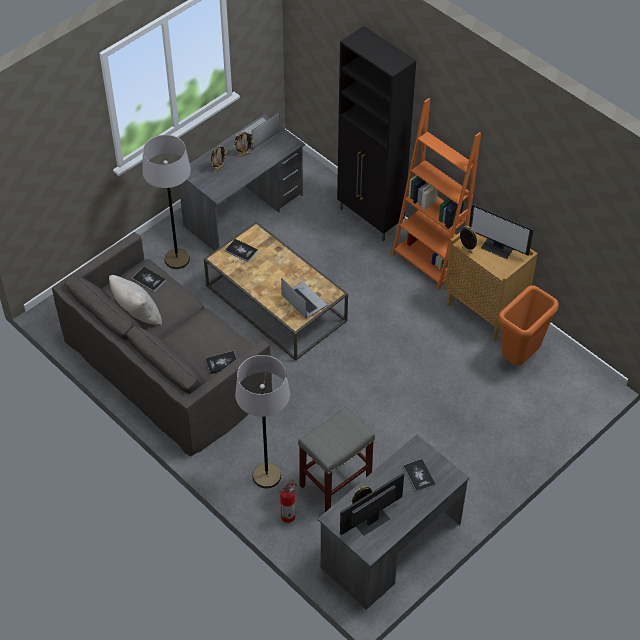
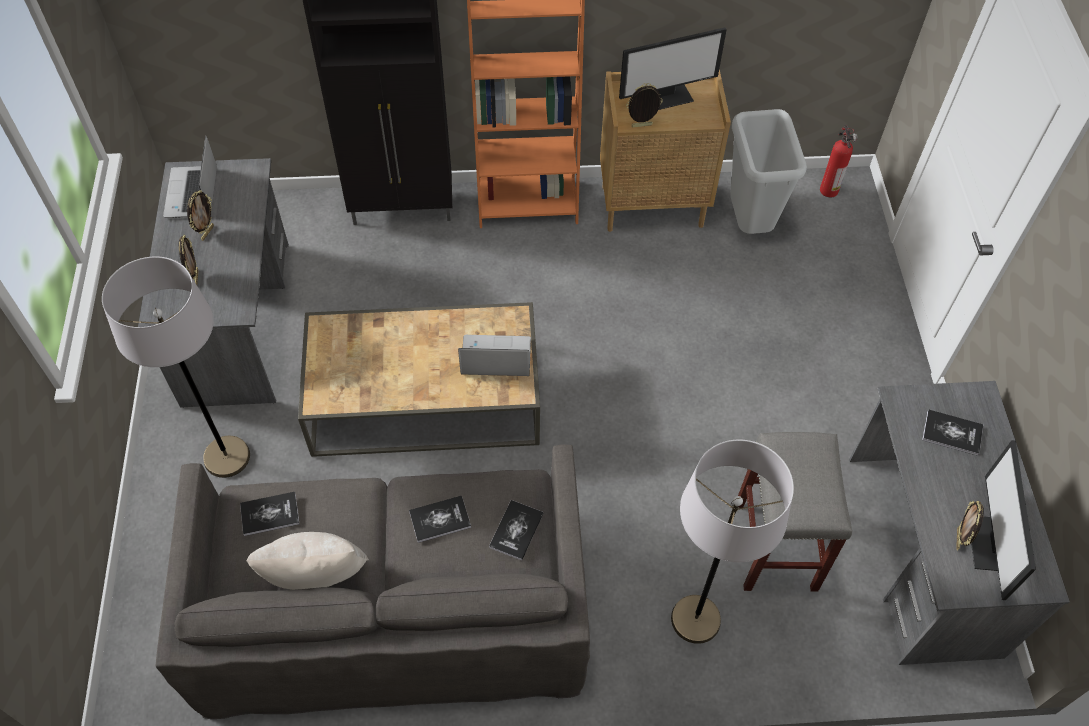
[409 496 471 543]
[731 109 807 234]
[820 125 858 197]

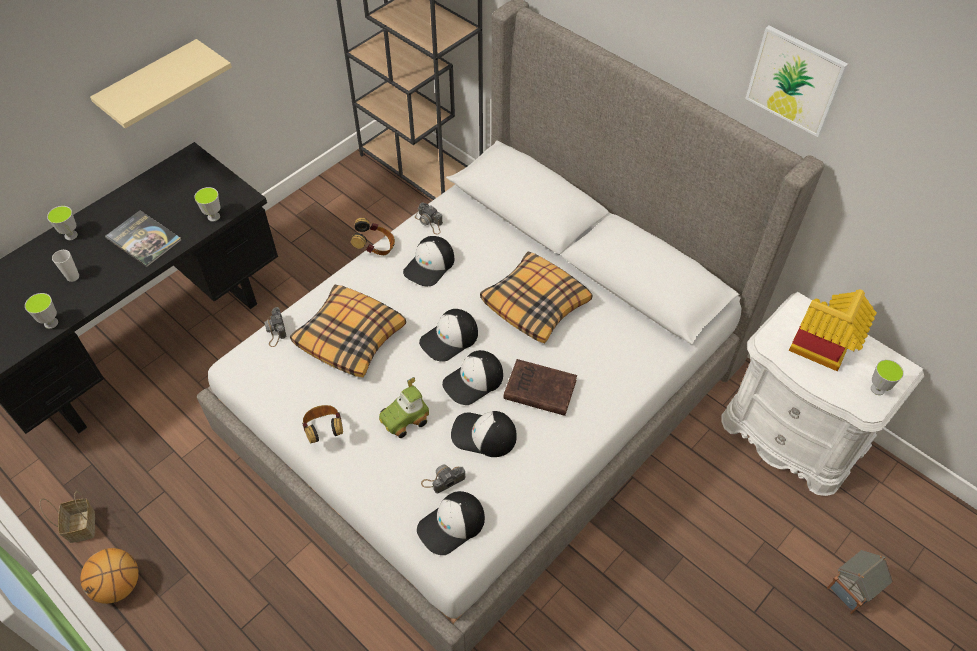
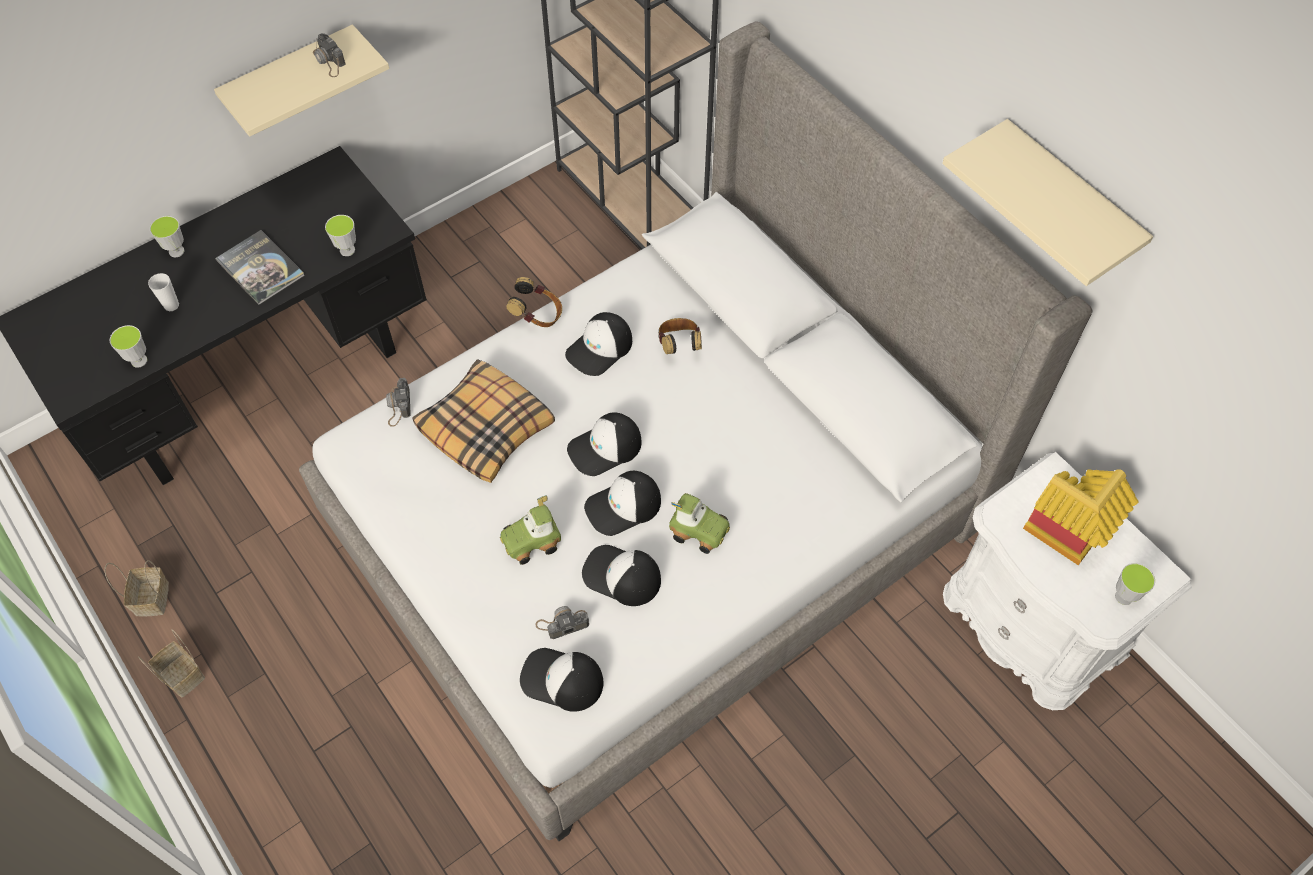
[942 119 1153 286]
[313 33 345 77]
[480 251 592 343] (first image)
[669 493 730 554]
[658 318 702 354]
[520 648 604 712]
[138 629 205 698]
[827 550 893 614] (first image)

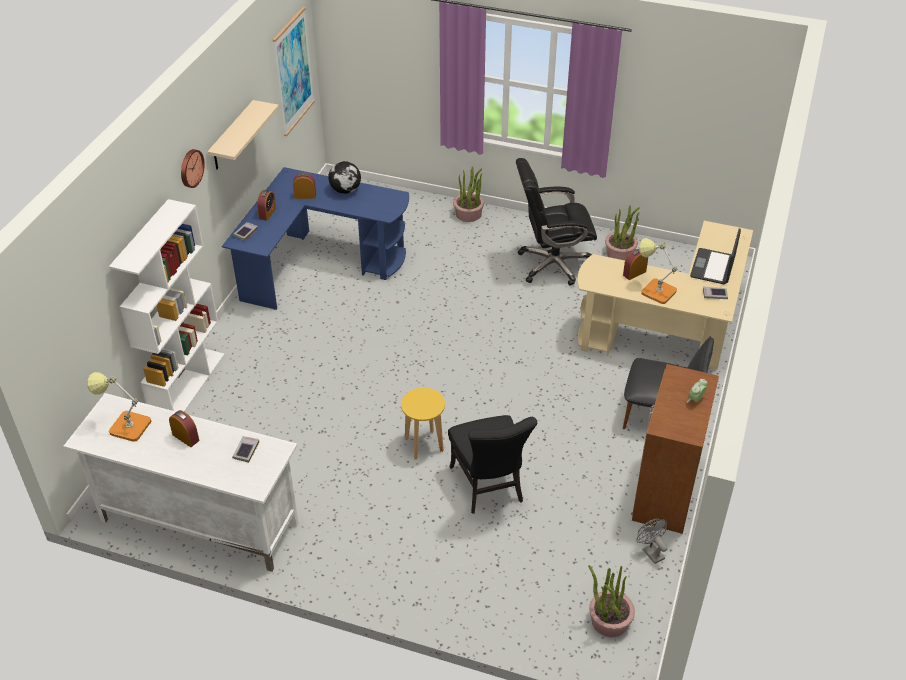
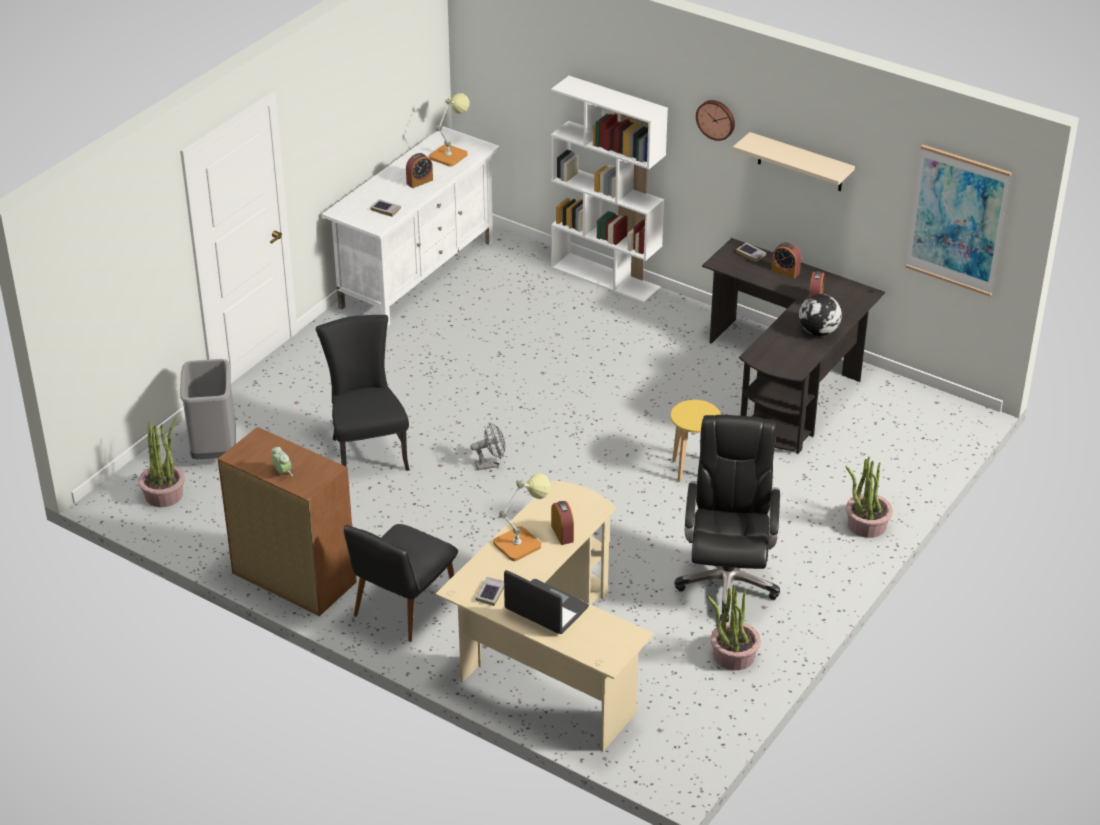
[702 238 885 454]
[671 400 721 482]
[316 315 410 471]
[470 422 505 470]
[180 359 236 460]

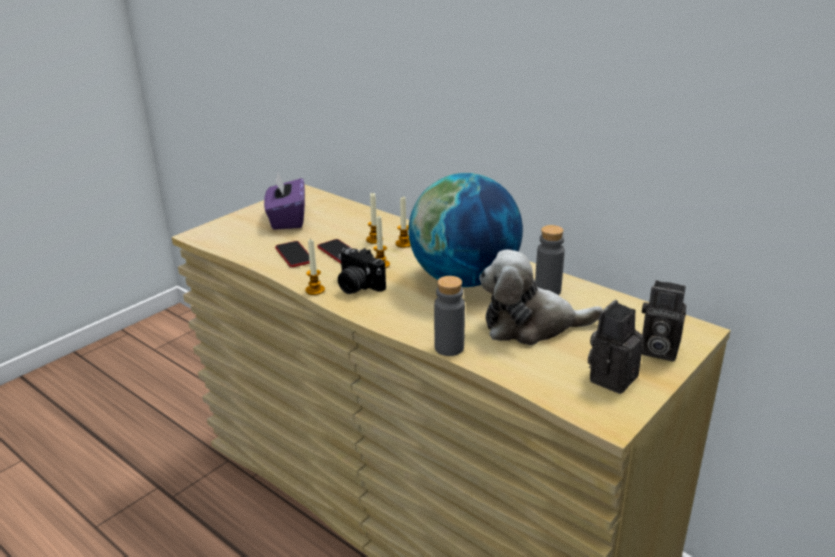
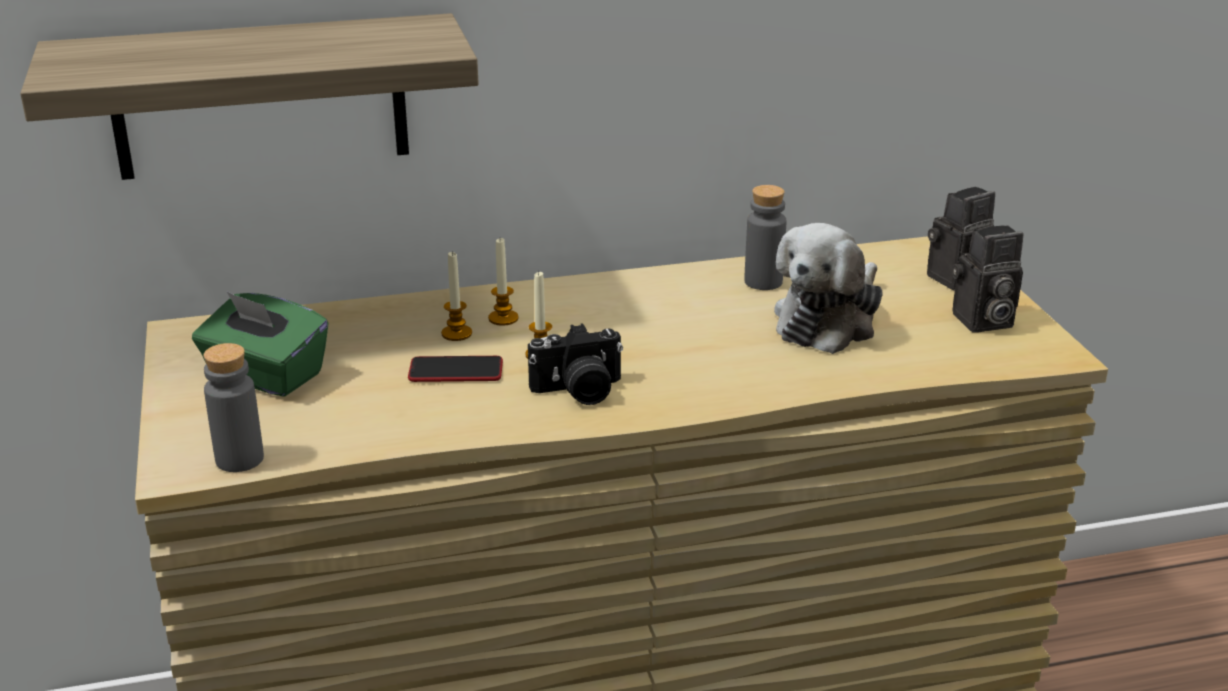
[192 291 329 397]
[409 173 523 287] (first image)
[305 238 325 295] (first image)
[275 241 310 267] (first image)
[203 343 264 472]
[952 225 1023 332]
[20 13 479 180]

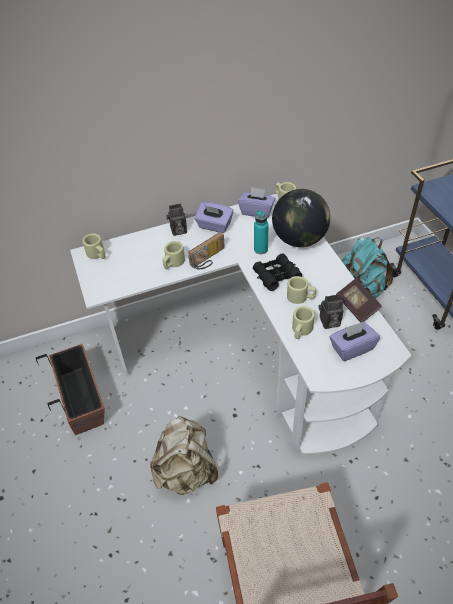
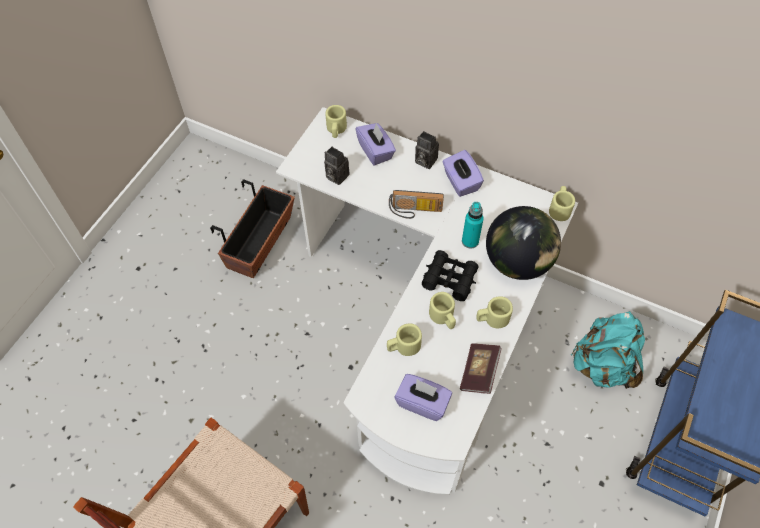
[355 123 396 166]
[476 296 513 328]
[324 147 349 185]
[150 416 218 495] (first image)

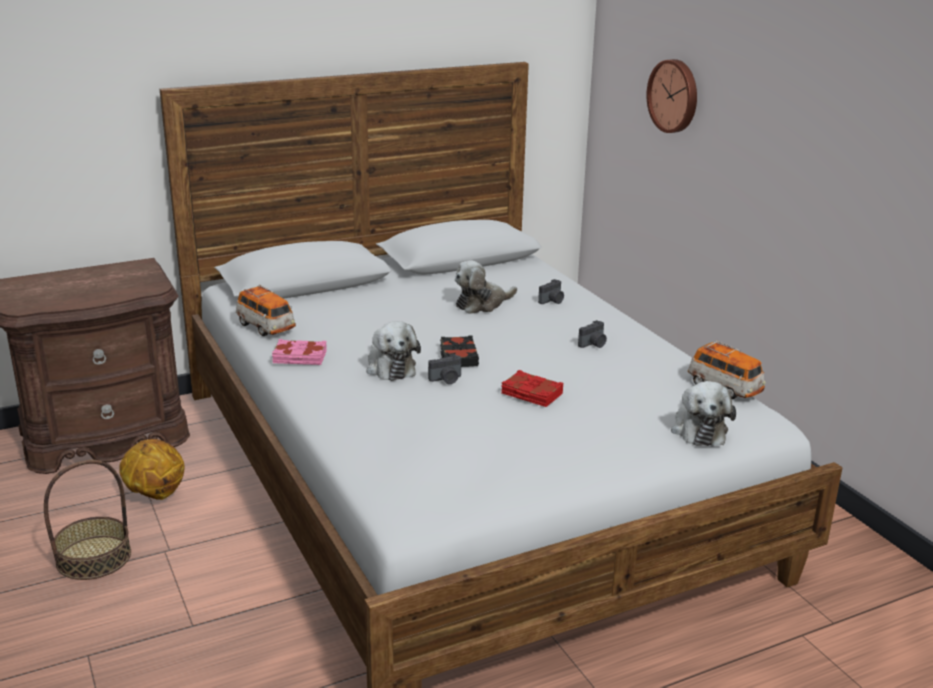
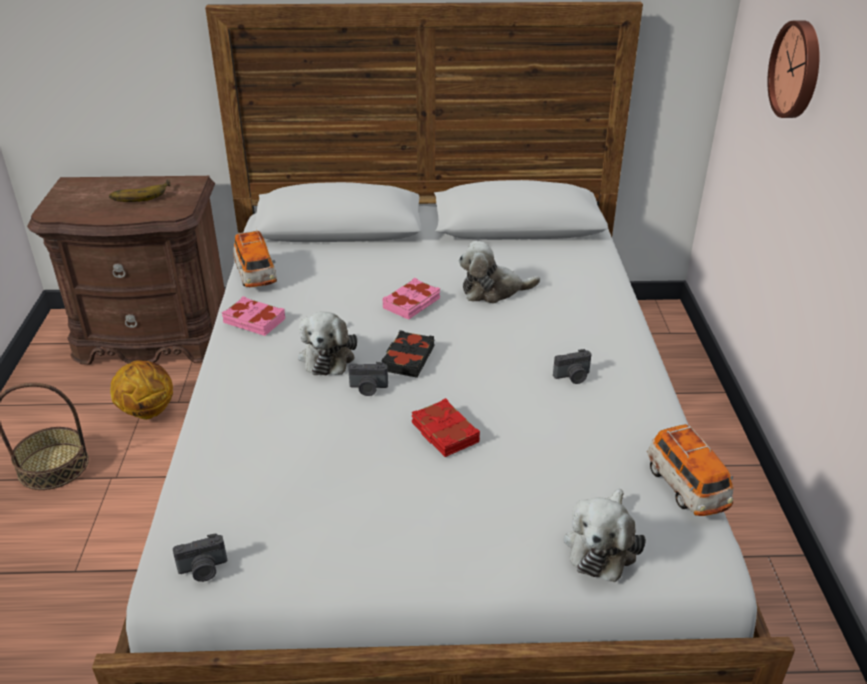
[173 534 227 582]
[109 179 171 202]
[383 278 440 320]

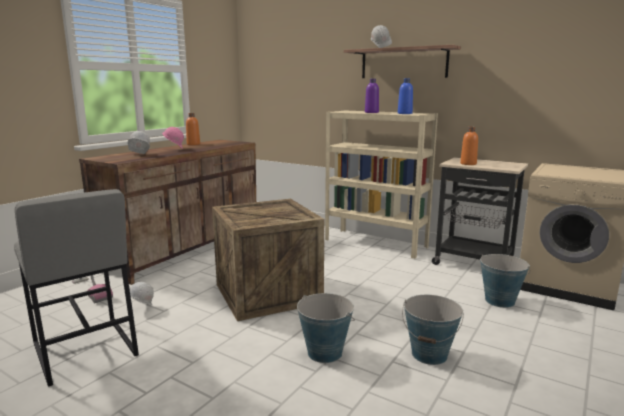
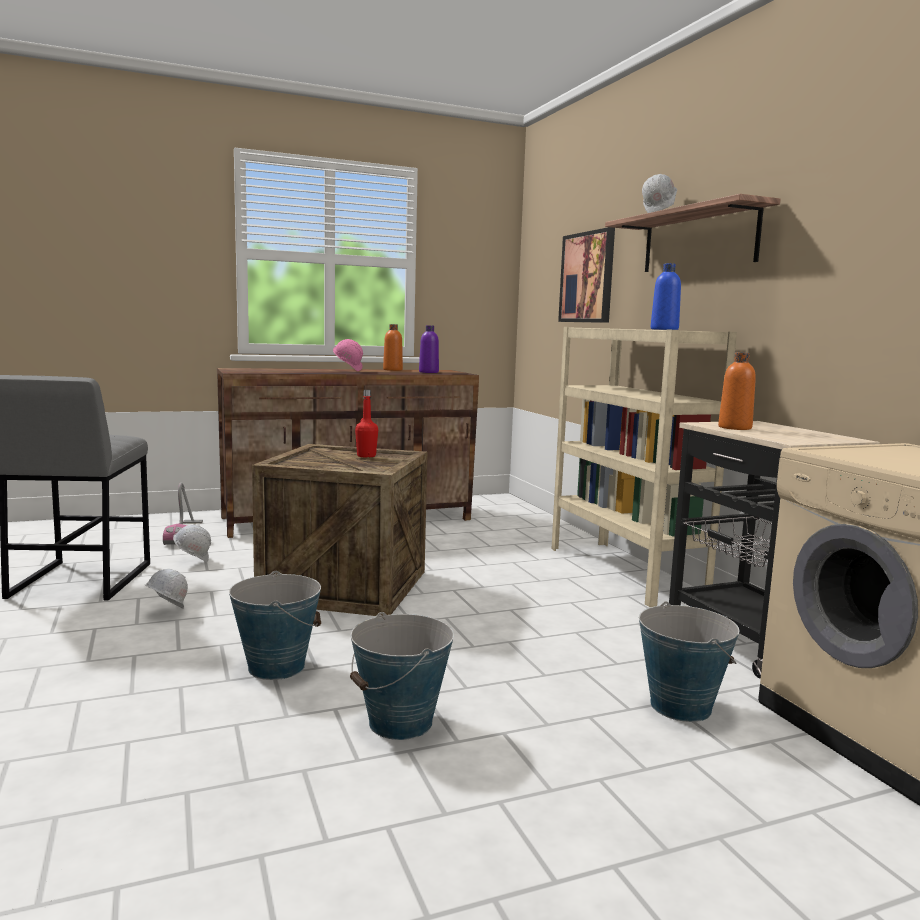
[419 325 439 373]
[144 569 188 609]
[558 227 615 323]
[355 390 378 458]

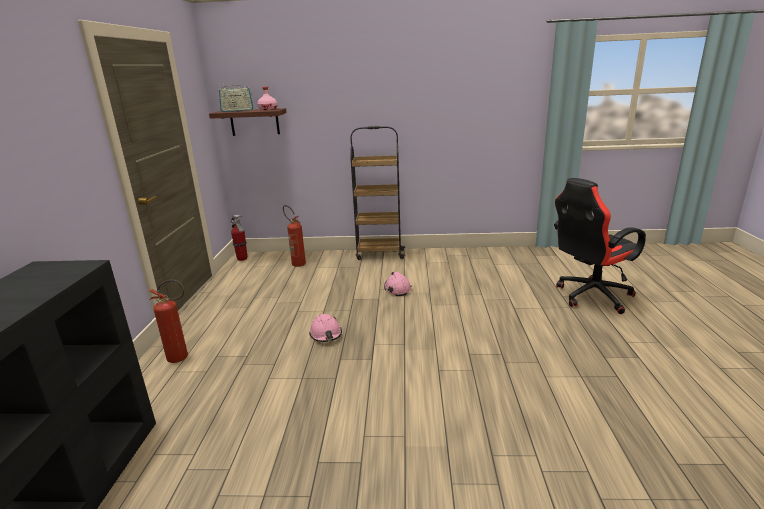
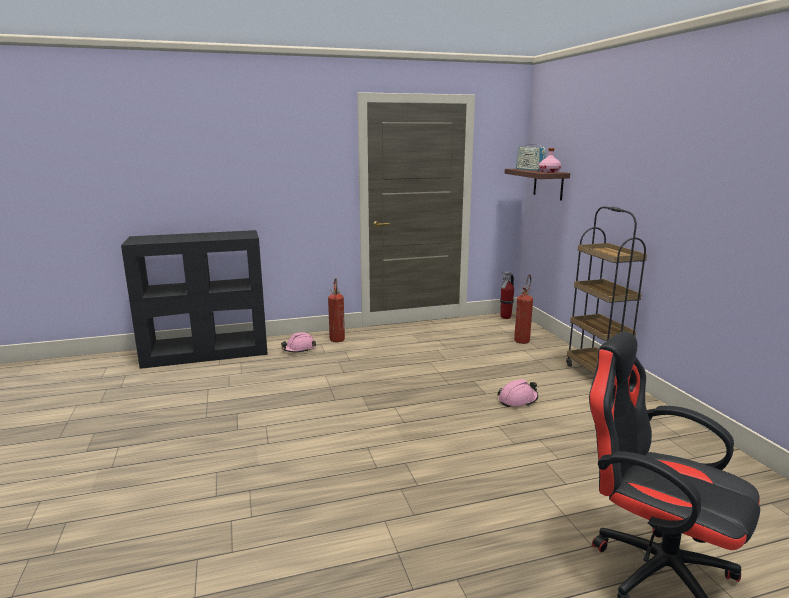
[281 332 316 352]

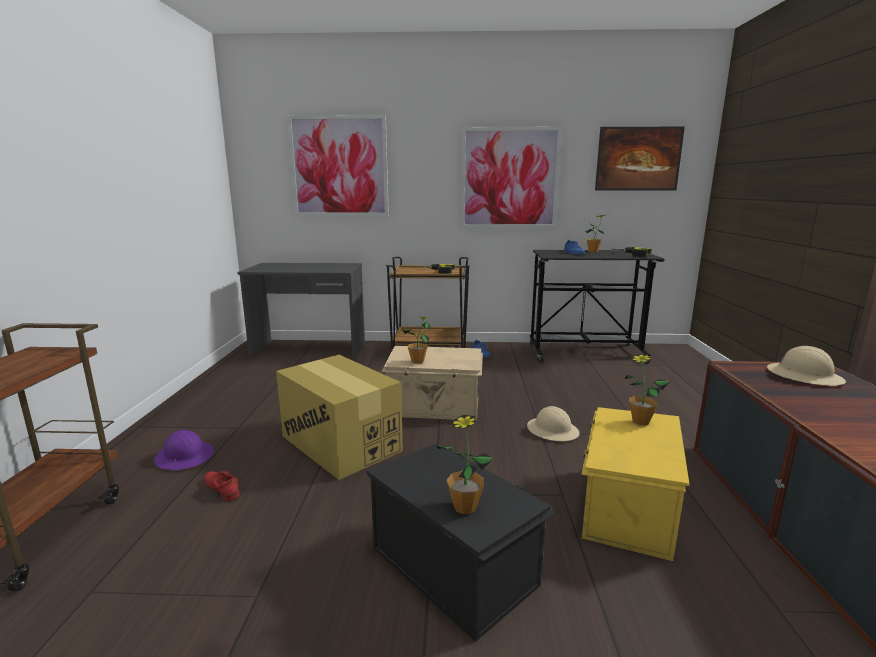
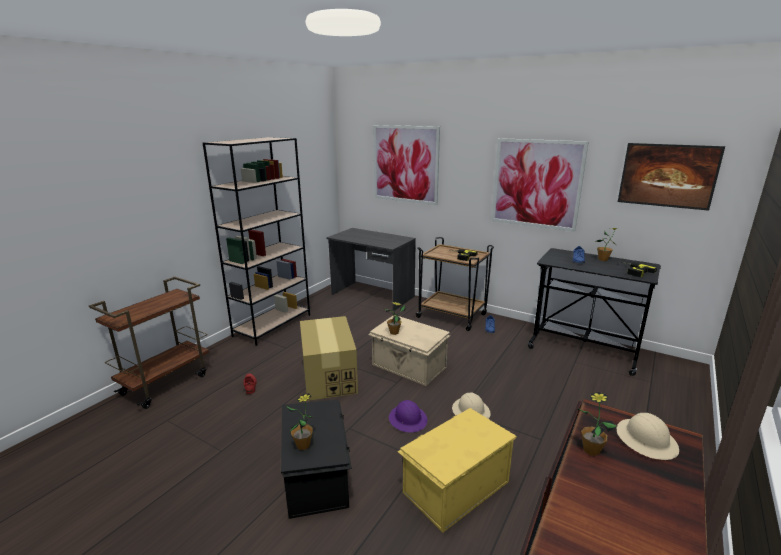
[578 392 617 456]
[389 400 428 432]
[203 137 310 346]

